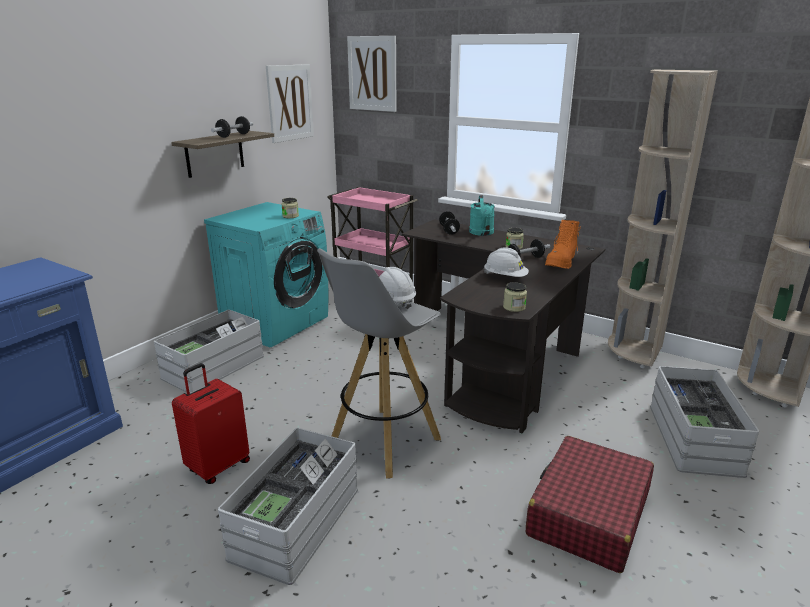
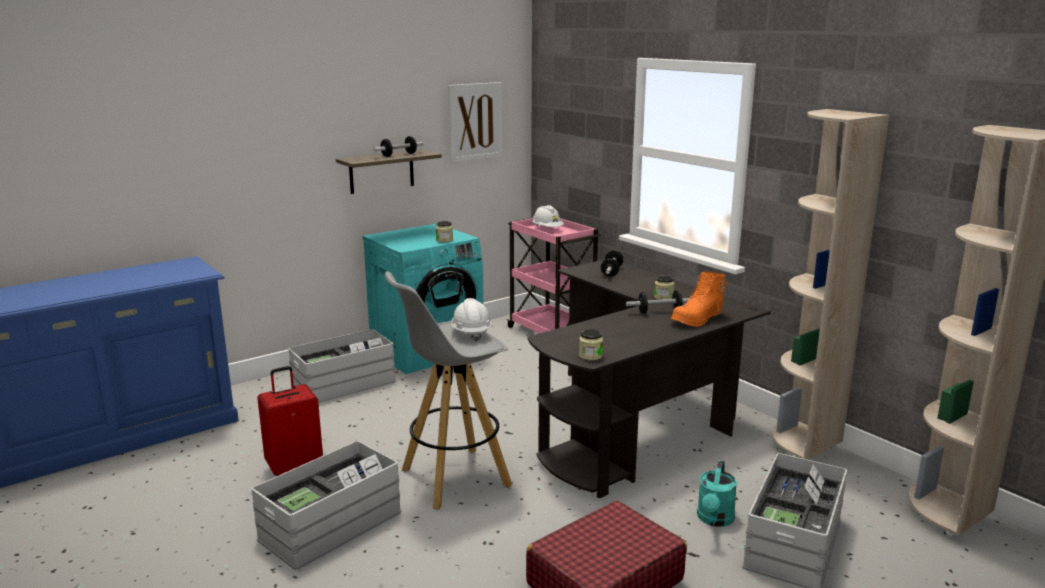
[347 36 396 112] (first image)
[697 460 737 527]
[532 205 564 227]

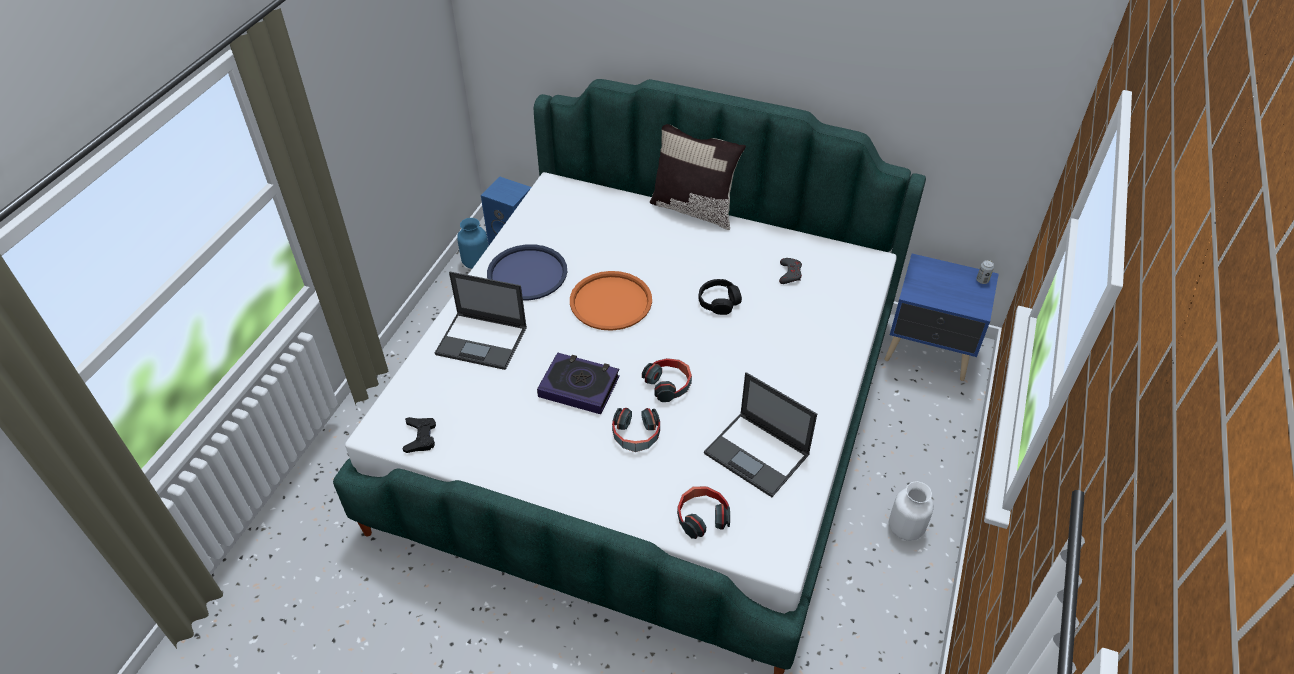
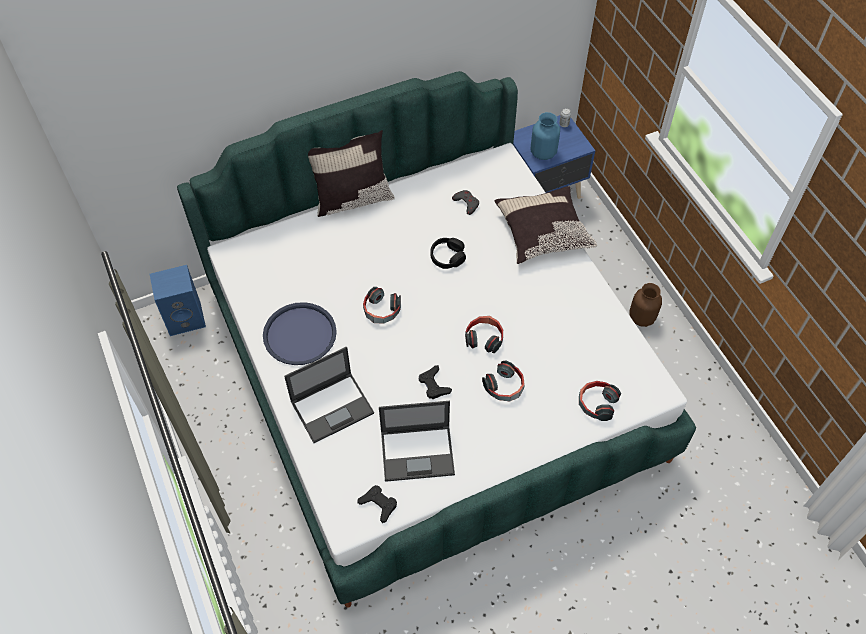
[531 112 560 160]
[363 287 401 324]
[419 365 452 399]
[379 401 455 482]
[630 283 662 327]
[494 186 597 264]

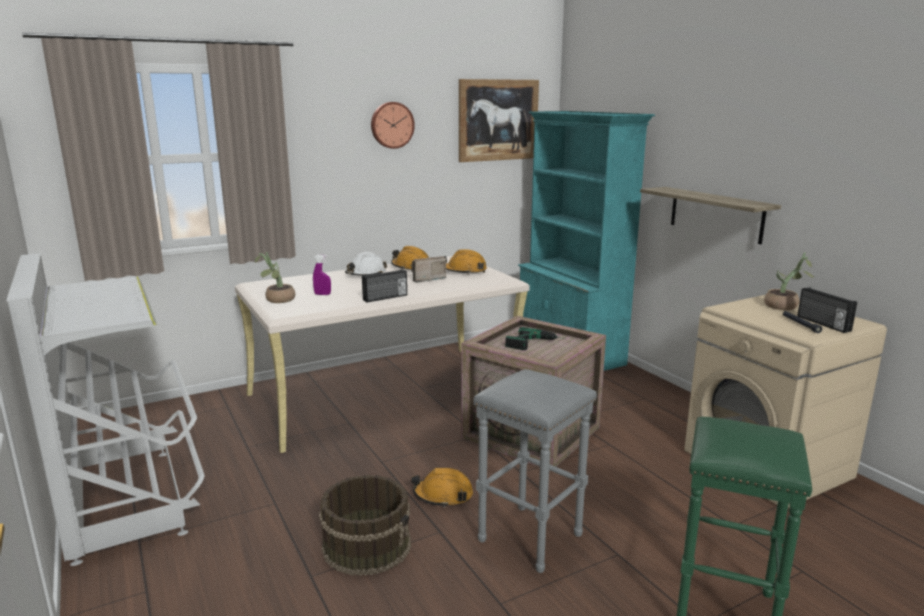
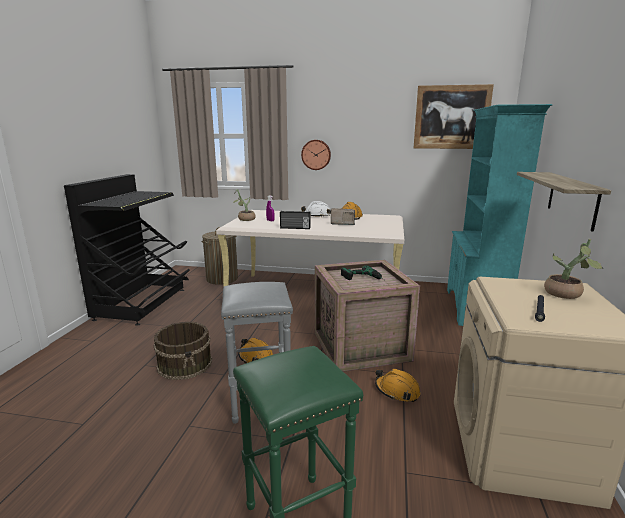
[301 140 331 170]
[375 369 421 402]
[64 174 190 326]
[797 287 857 333] (first image)
[202 227 238 285]

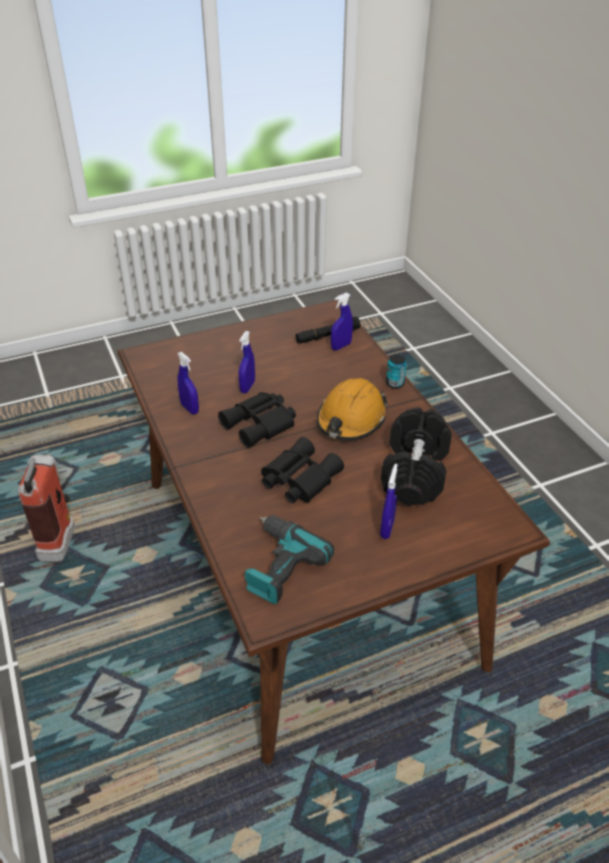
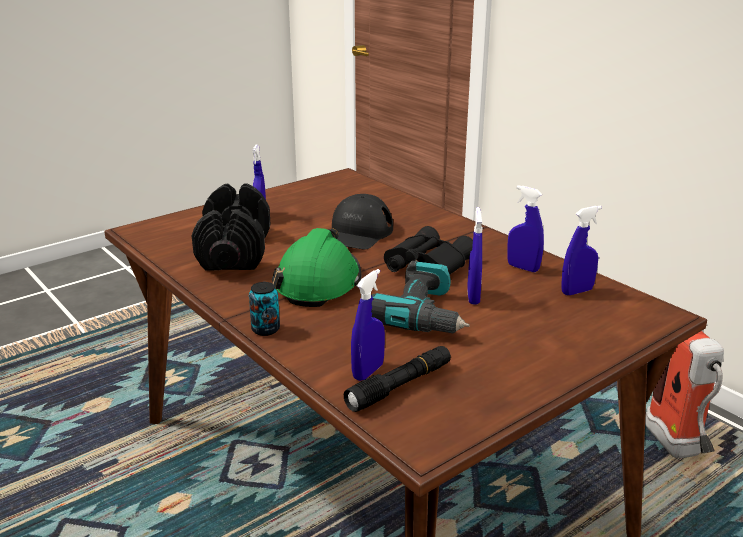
[272 228 362 307]
[332 194 393 250]
[371 260 470 333]
[561 206 602 295]

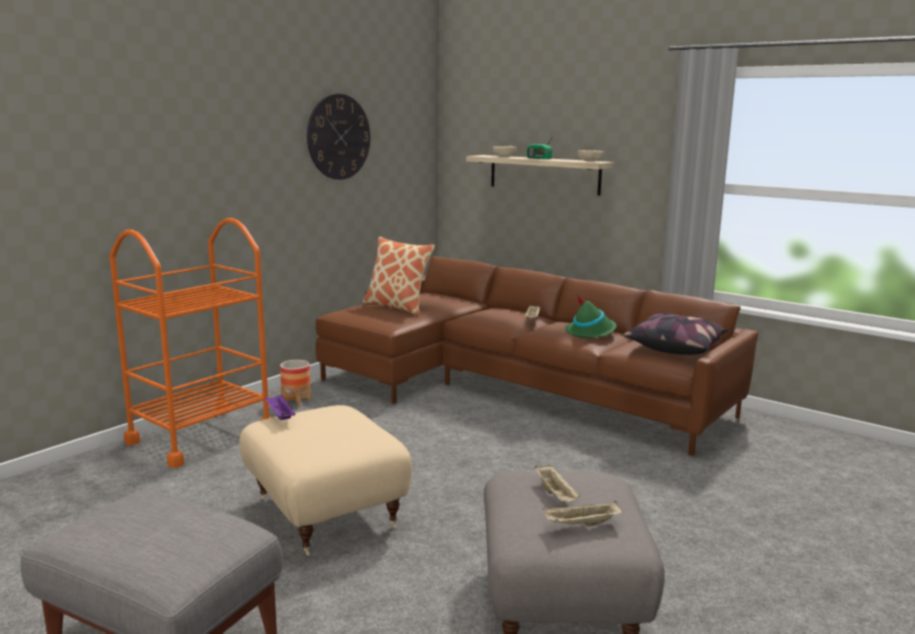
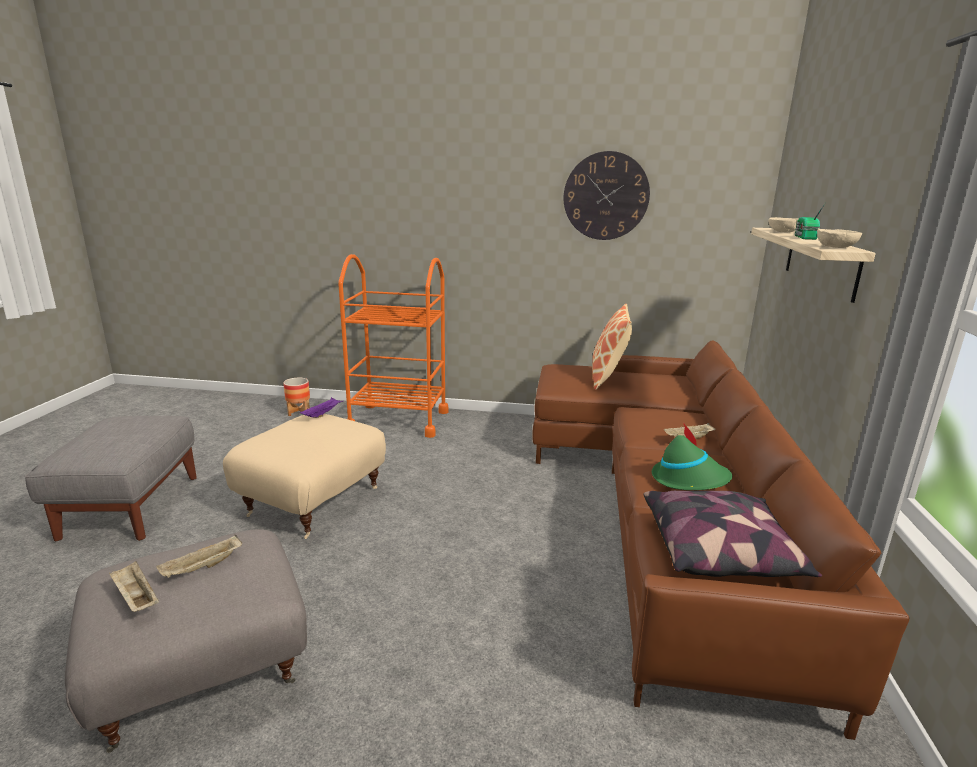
[283 378 310 416]

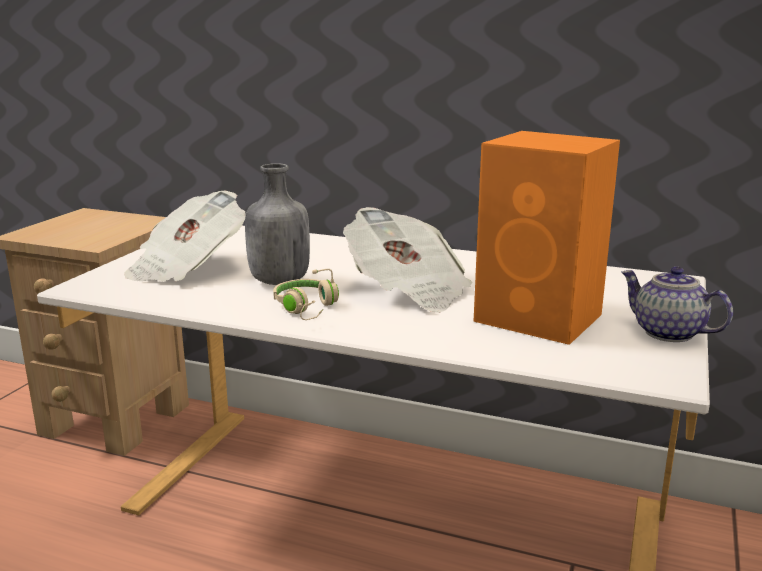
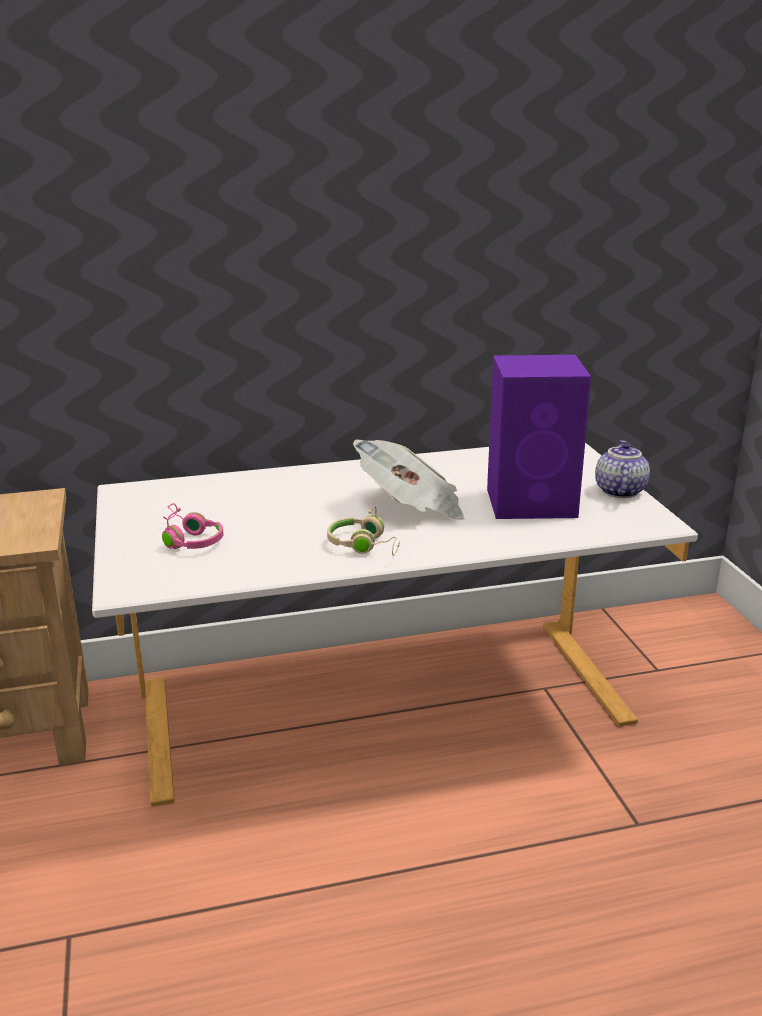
[487 355 591 519]
[245 163 310 285] (first image)
[162 503 223 549]
[595 440 650 498]

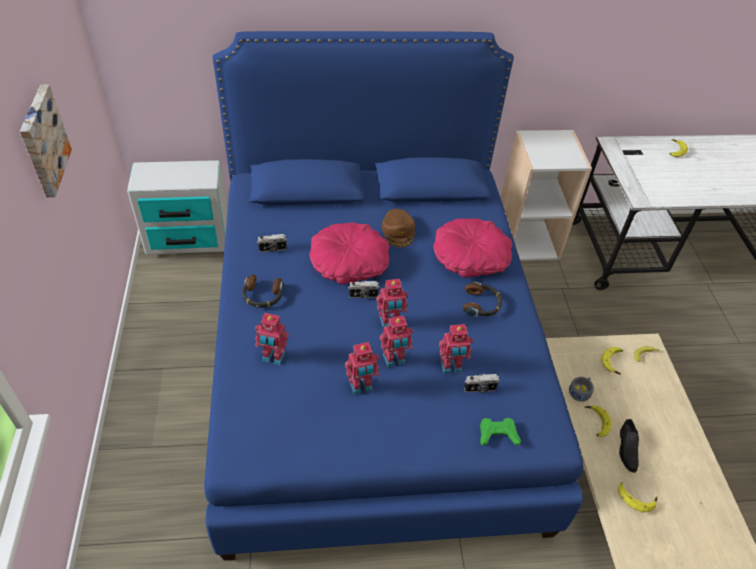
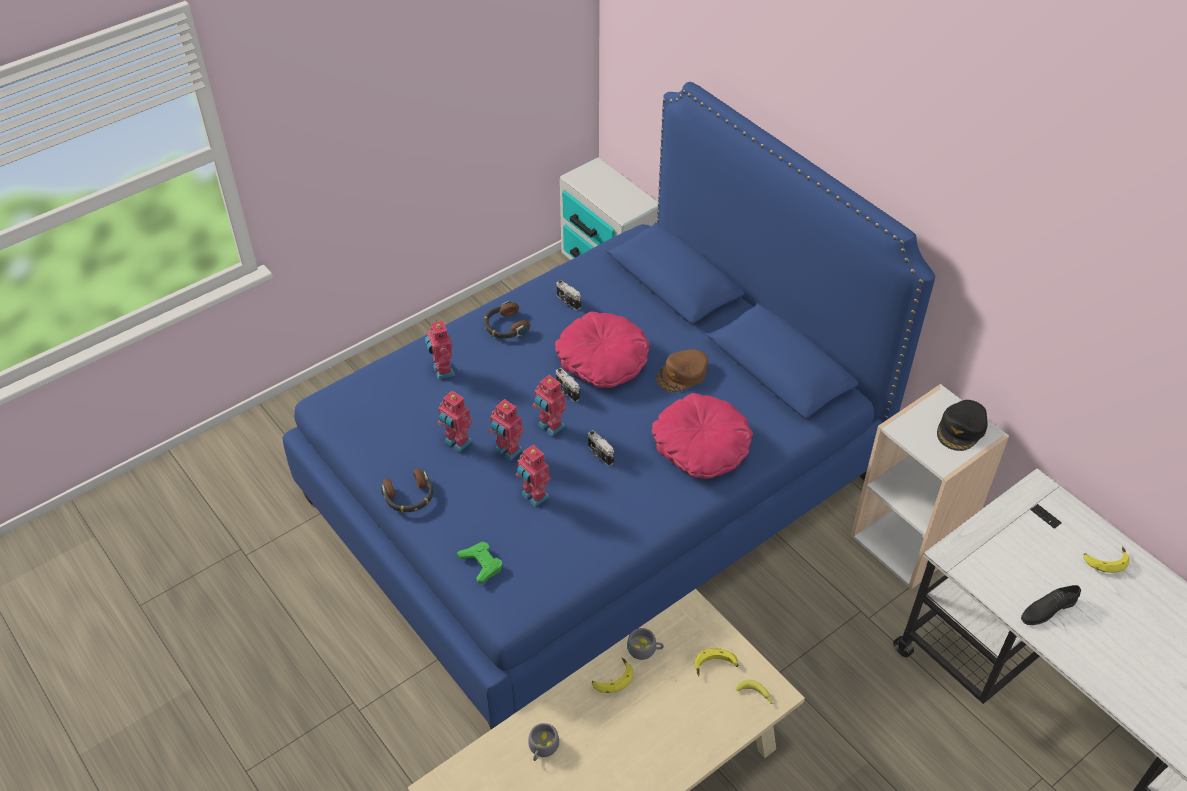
[20 84 72 197] (first image)
[380 469 433 513]
[588 430 614 466]
[1021 585 1081 625]
[528 723 559 761]
[937 400 988 451]

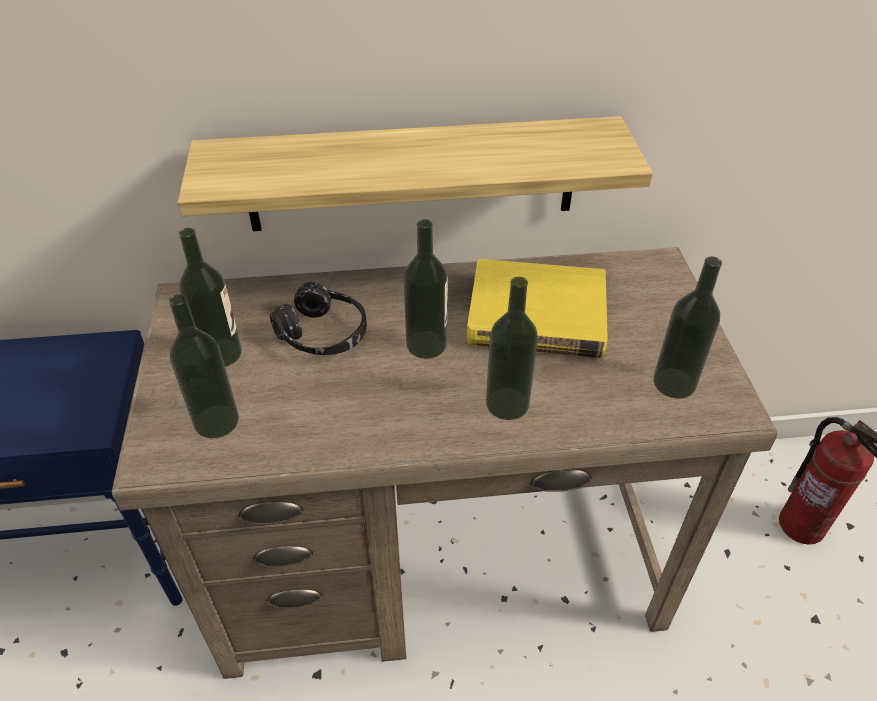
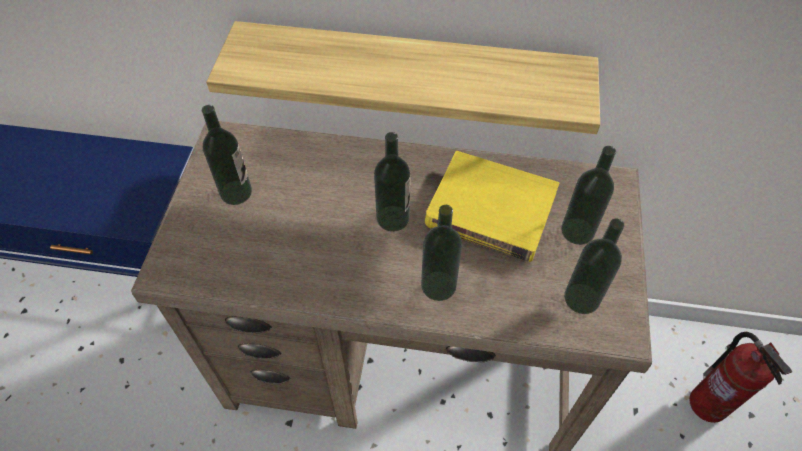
[270 282 367 355] (first image)
[561 146 616 245]

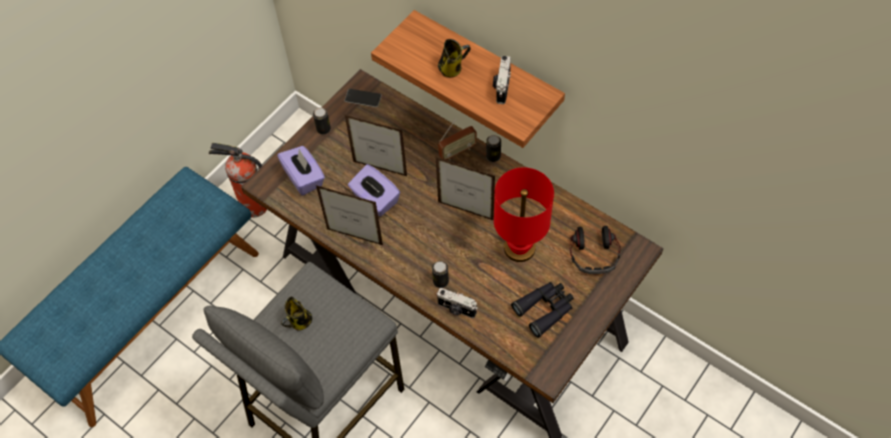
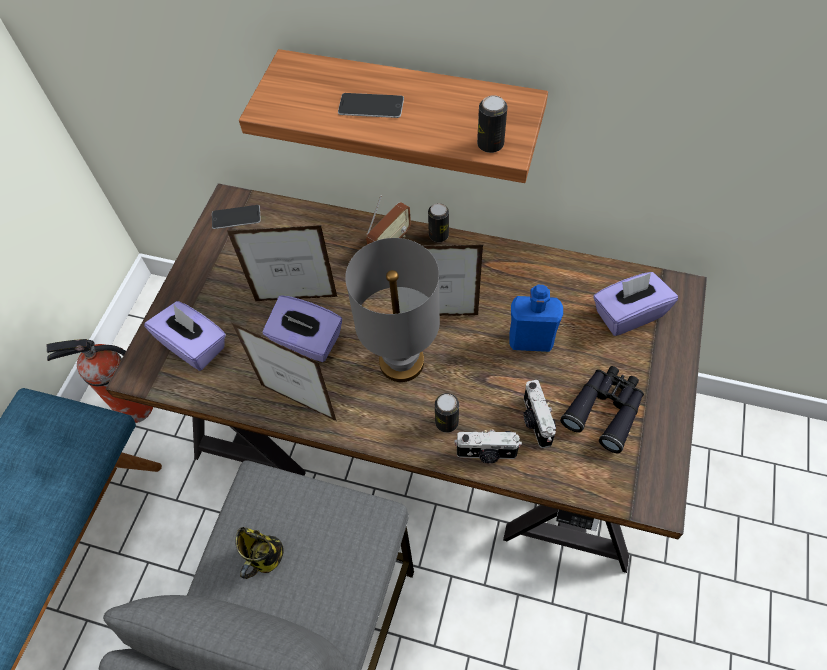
[338 93 404 118]
[523 380 556 448]
[477 95 507 153]
[509 285 563 352]
[231 322 337 421]
[594 272 678 336]
[345 238 440 382]

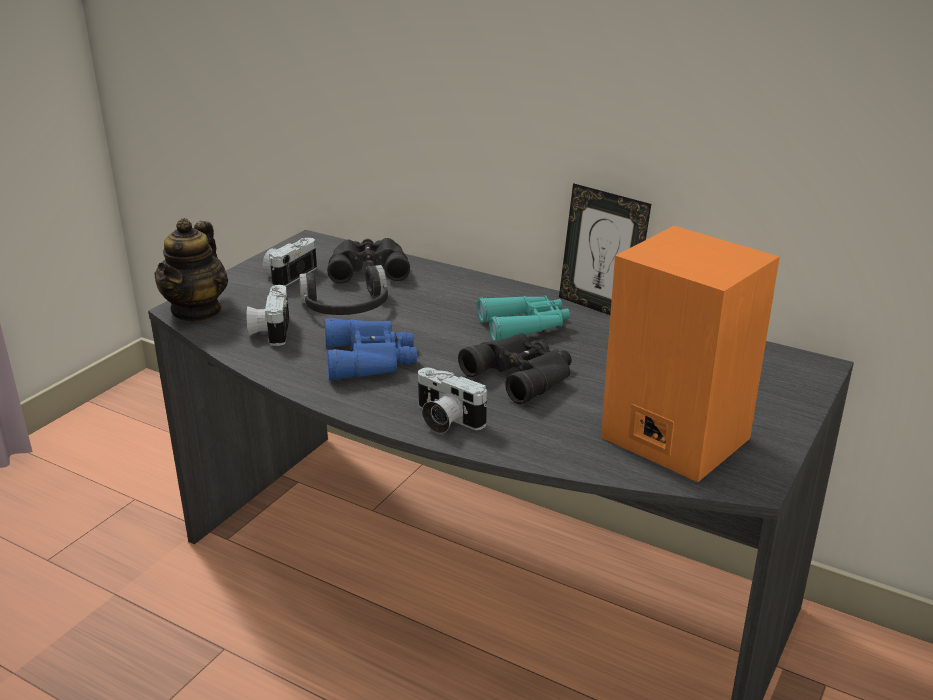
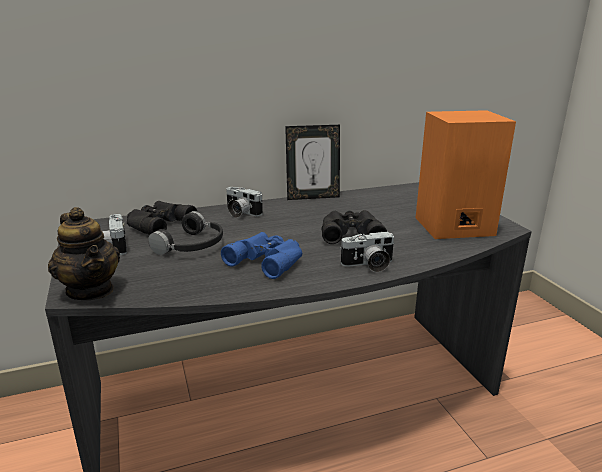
[226 187 263 218]
[477 296 570 341] (first image)

